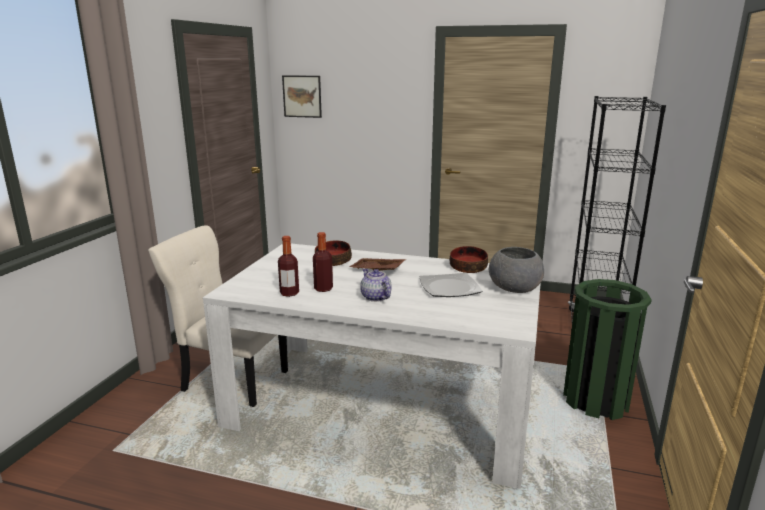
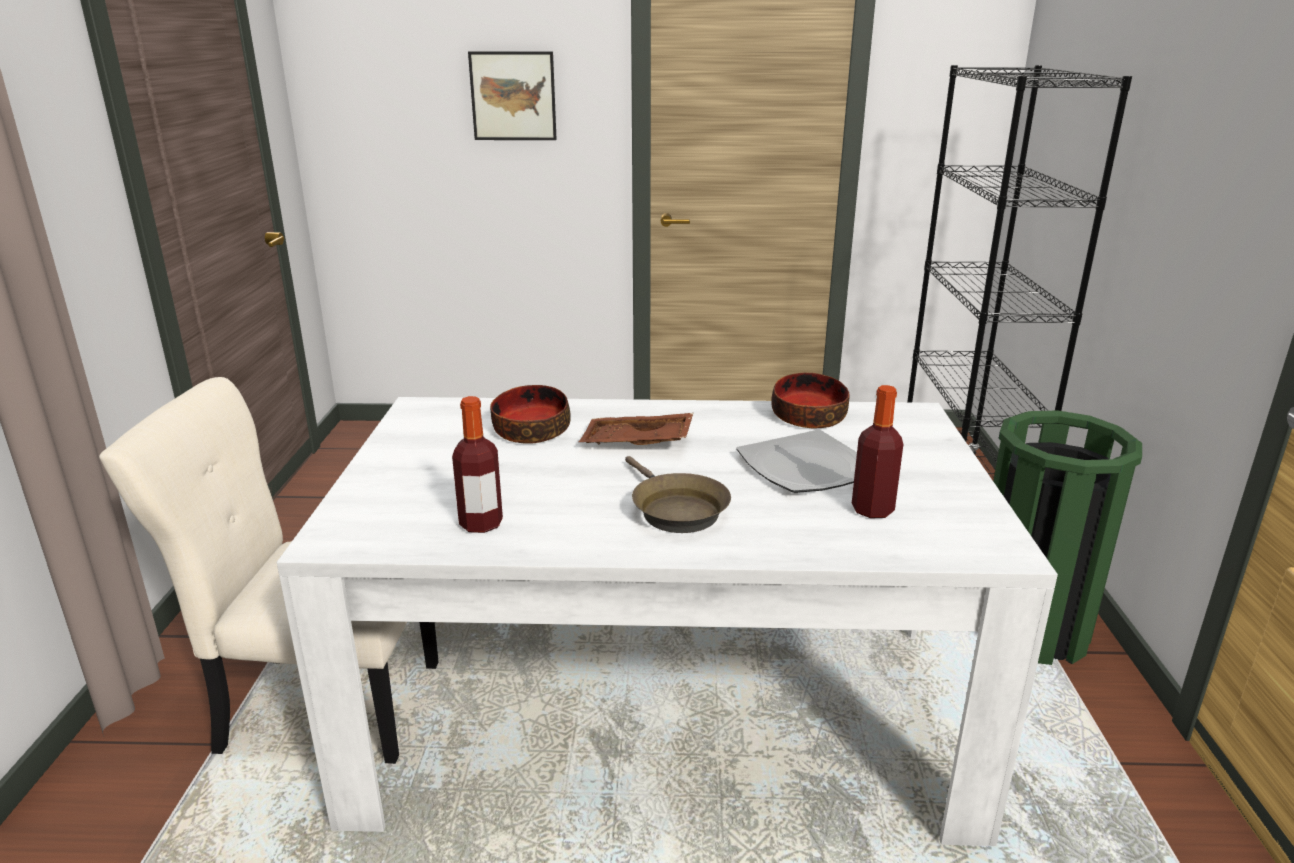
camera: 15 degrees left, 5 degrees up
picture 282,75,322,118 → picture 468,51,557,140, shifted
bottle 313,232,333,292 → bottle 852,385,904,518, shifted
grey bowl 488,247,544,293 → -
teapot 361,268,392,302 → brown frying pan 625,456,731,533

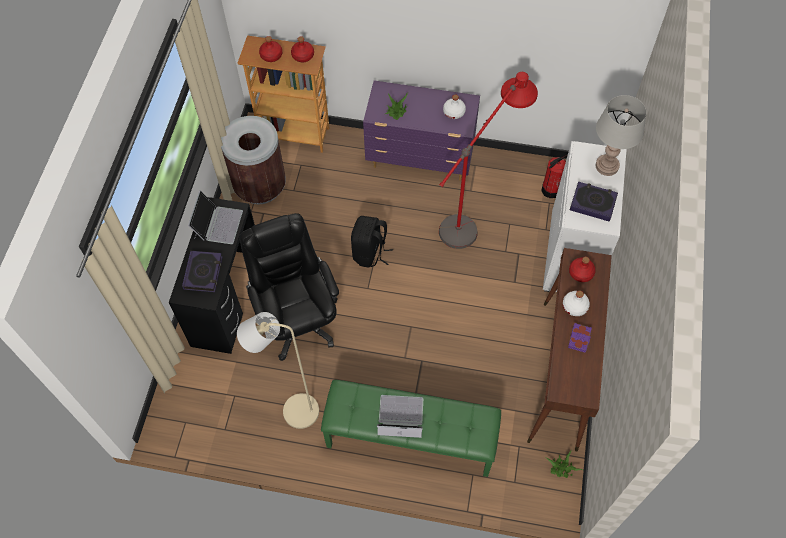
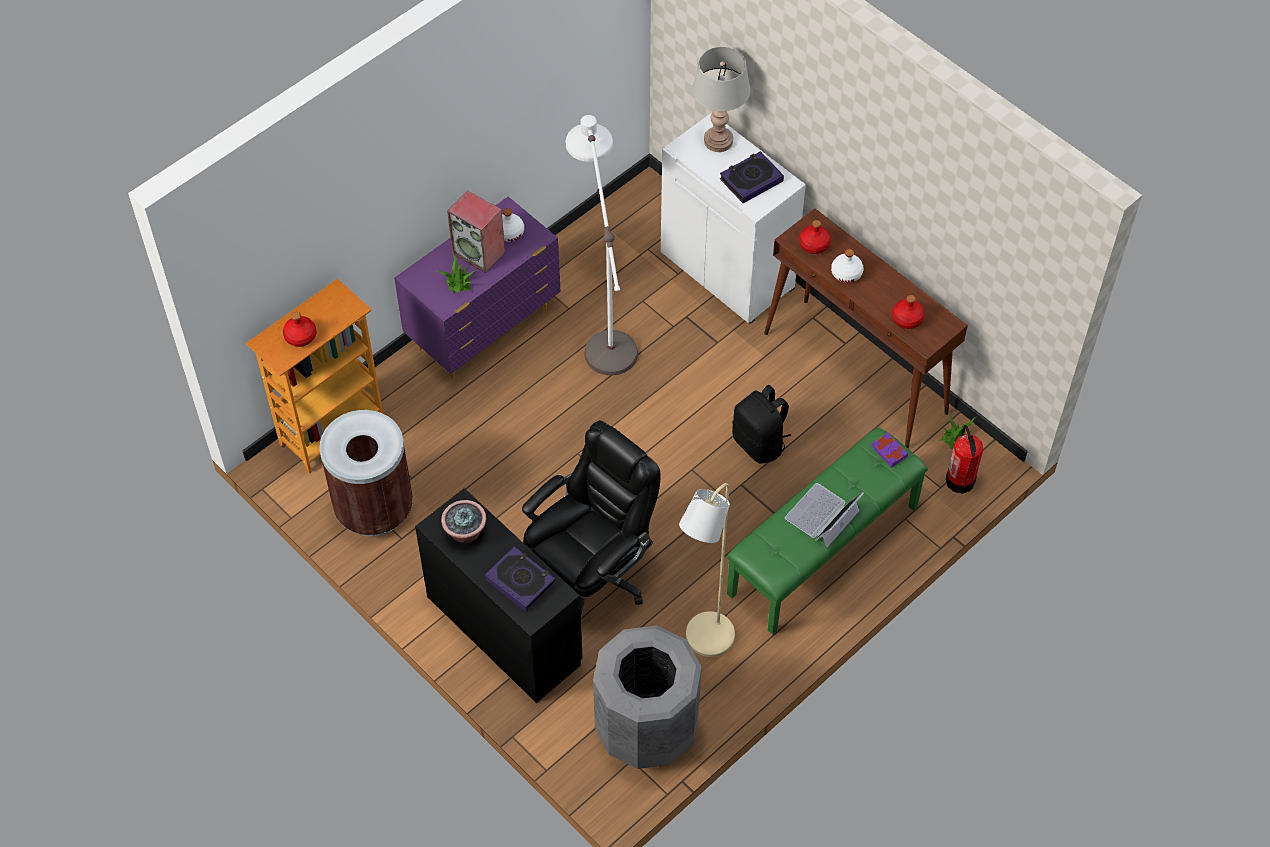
camera: 55 degrees left, 5 degrees down
red bottle 291,36,314,62 → red bottle 892,295,925,329, shifted
red floor lamp 439,72,538,249 → white floor lamp 566,115,638,375
fire extinguisher 541,155,568,198 → fire extinguisher 946,425,983,494, shifted
laptop 188,190,243,244 → potted plant 441,500,487,543
black office chair 240,213,339,361 → black office chair 522,420,660,617, 120 degrees clockwise
black backpack 351,216,393,268 → black backpack 732,385,791,464, shifted
purple book 568,323,592,352 → purple book 871,432,908,468, shifted
- → speaker 447,190,505,273
- → grey trash can 593,626,702,769

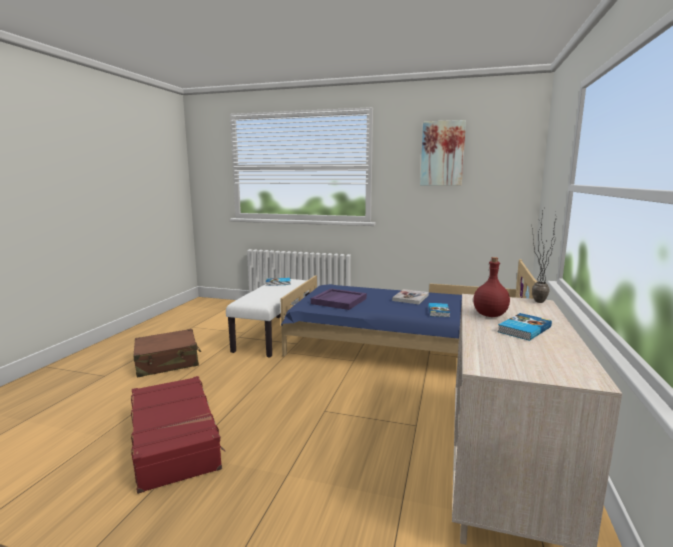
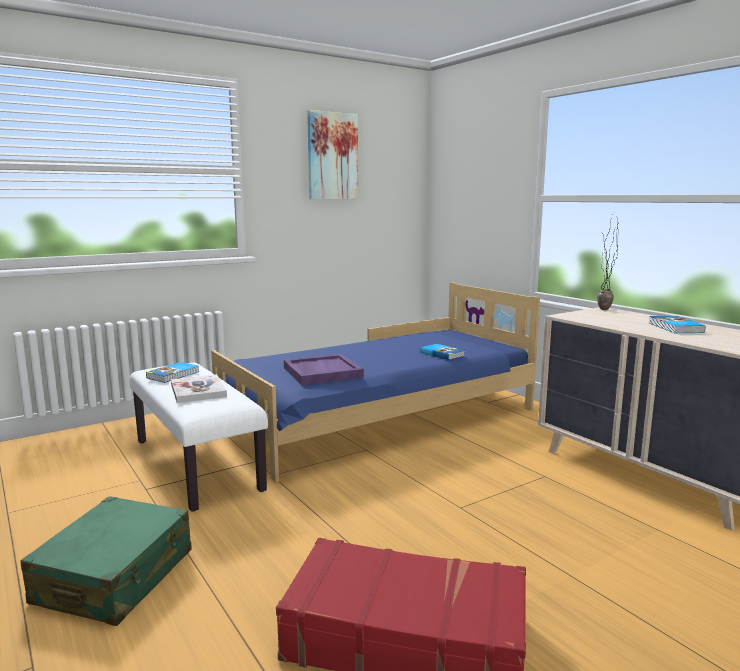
camera: 50 degrees left, 0 degrees up
red bottle 473,257,510,317 → -
book 392,289,429,304 → book 171,374,227,403, shifted
brown suitcase 133,329,201,378 → green suitcase 20,496,192,626

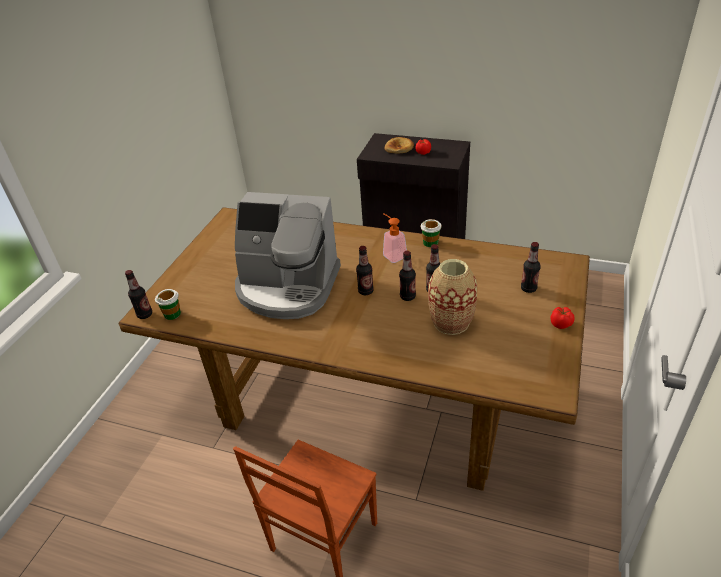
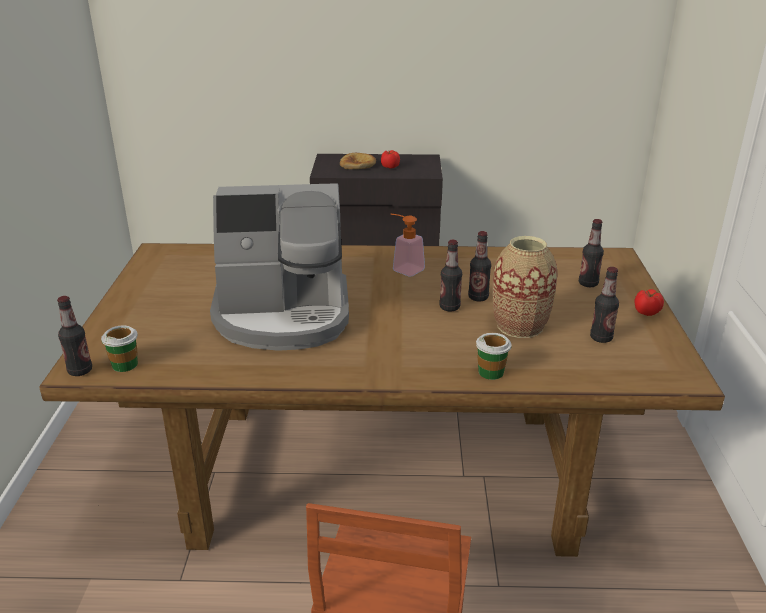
camera: 20 degrees left, 10 degrees down
cup 421,219,442,247 → cup 476,333,512,380, shifted
bottle 356,246,374,295 → bottle 590,267,619,343, shifted

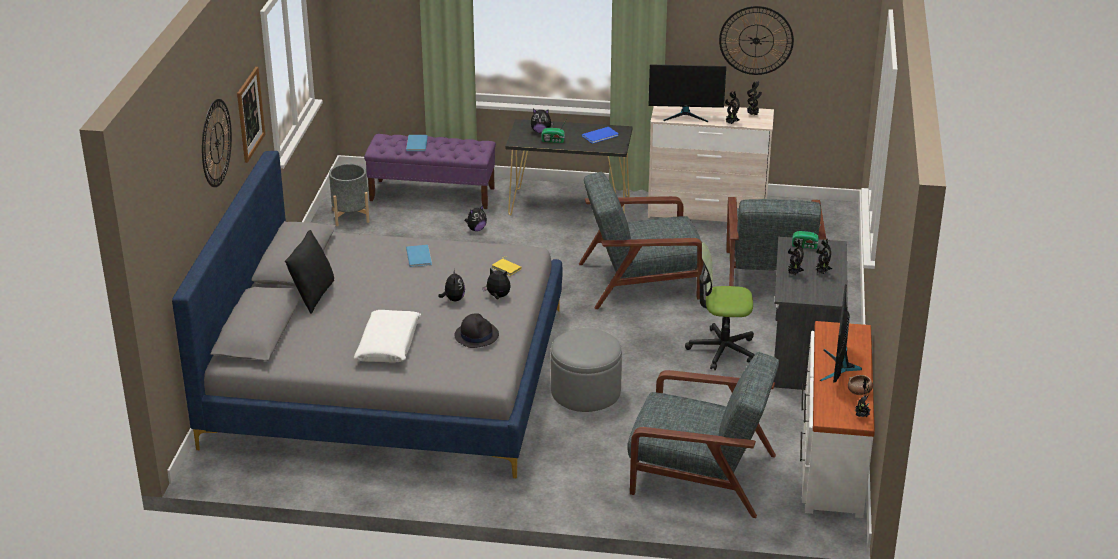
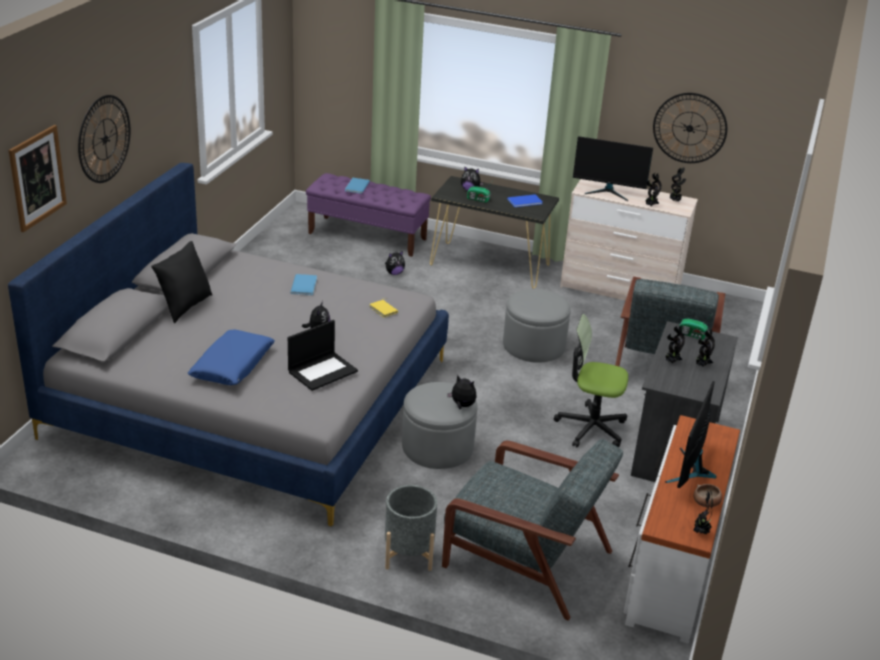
camera: 10 degrees right, 0 degrees up
picture 237,67,265,163 → picture 9,125,67,232, shifted
grey planter 329,164,370,226 → grey planter 385,485,437,571, shifted
grey armchair 579,171,704,309 → grey ottoman 503,289,571,363
plush toy 483,268,511,300 → plush toy 447,375,477,409, shifted
white pillow 353,310,421,362 → blue pillow 188,330,275,385
black hat 454,313,499,348 → laptop 288,320,358,391

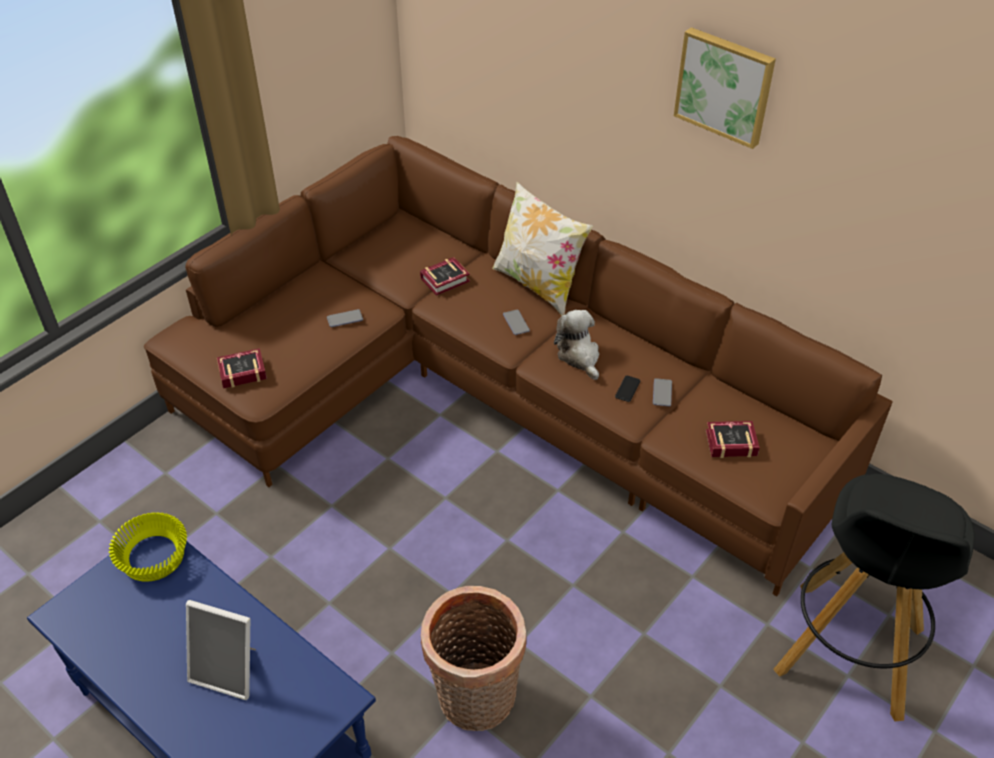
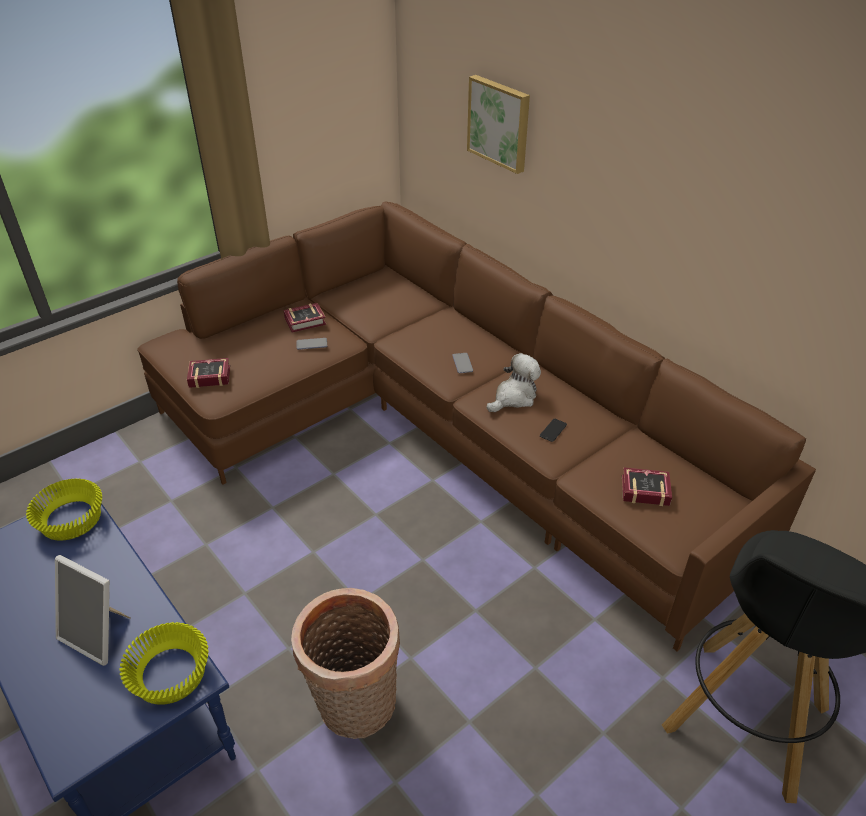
camera: 10 degrees right, 5 degrees down
picture 674,27,776,149 → picture 467,75,530,174, shifted
pillow 492,182,593,316 → -
book 420,257,470,296 → book 284,303,326,332, shifted
plush toy 554,310,599,380 → plush toy 486,353,541,412, 60 degrees clockwise
phone 653,378,672,407 → -
- → yellow bowl 120,622,209,705

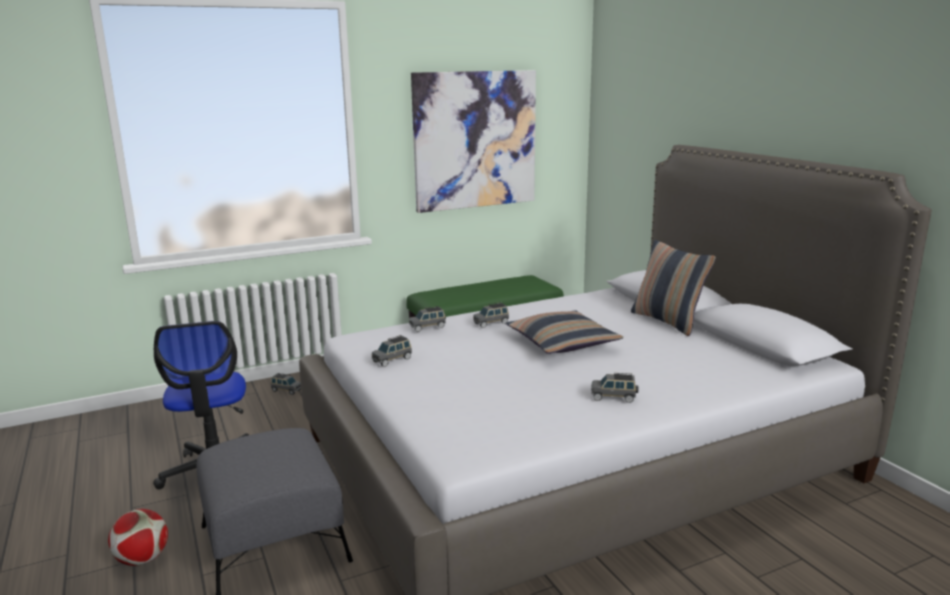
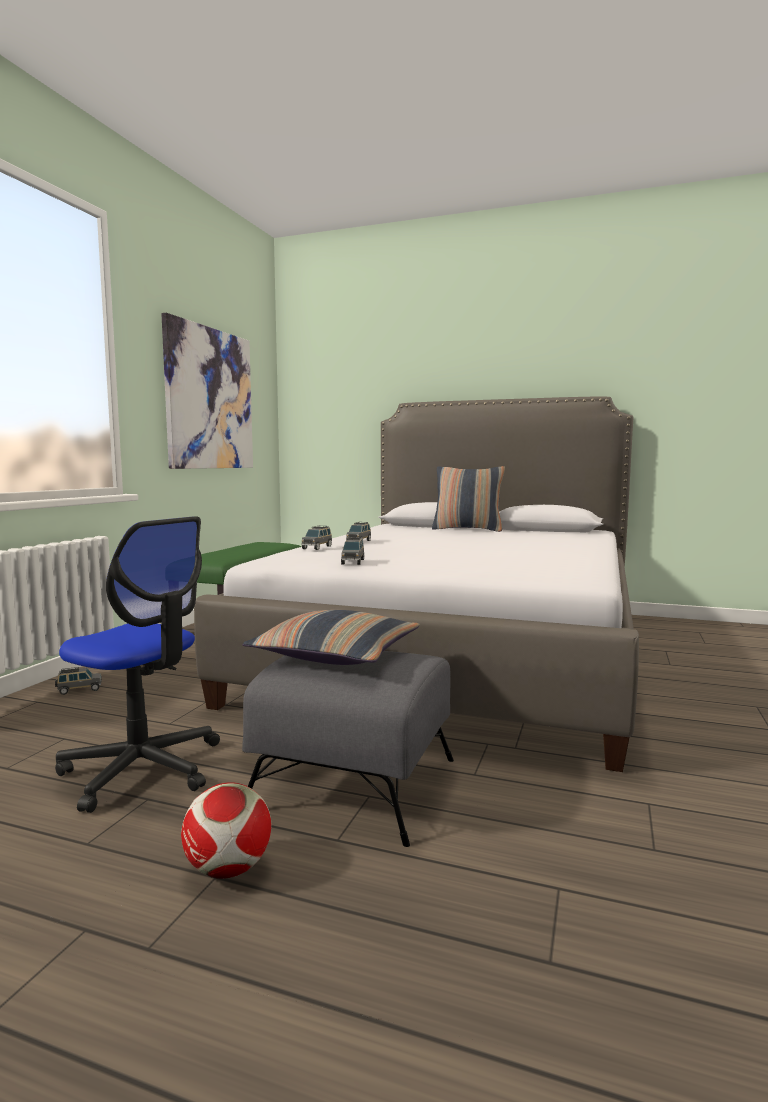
camera: 45 degrees left, 10 degrees down
pillow 505,310,624,354 → pillow 243,610,420,665, shifted
grey toy car 591,373,638,403 → -

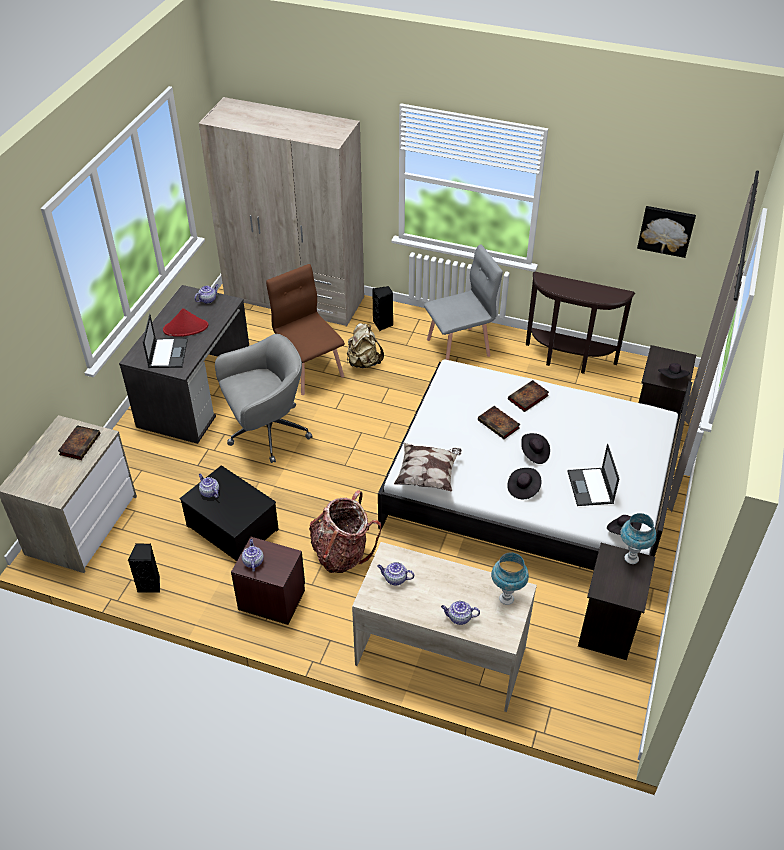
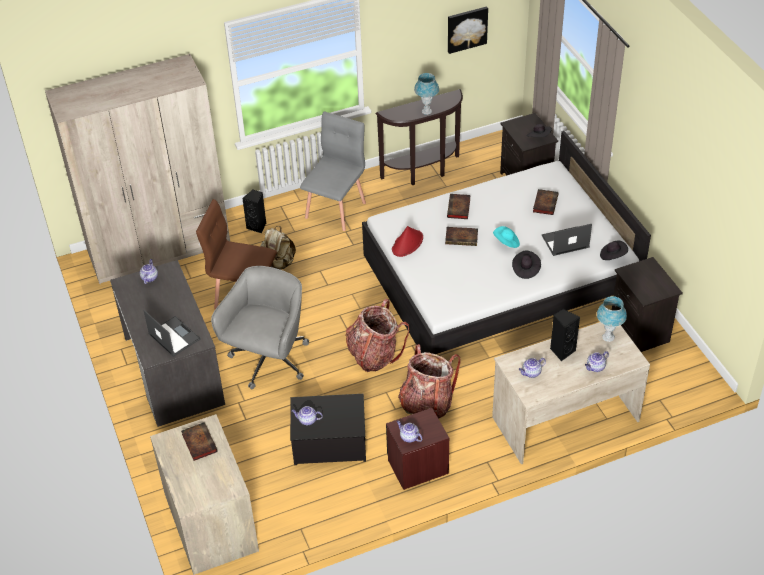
camera: 40 degrees left, 0 degrees up
red hat 163,308,208,337 → red hat 392,226,423,257, shifted
black hat 521,433,550,464 → turquoise hat 493,226,520,248
pillow 394,443,462,492 → -
laptop 568,444,619,506 → laptop 542,224,592,256, 120 degrees clockwise
blue table lamp 620,513,656,564 → blue table lamp 414,73,439,115, shifted
black speaker 128,543,160,593 → black speaker 550,309,580,361, shifted
- → book 533,189,559,215
- → backpack 345,299,409,372

